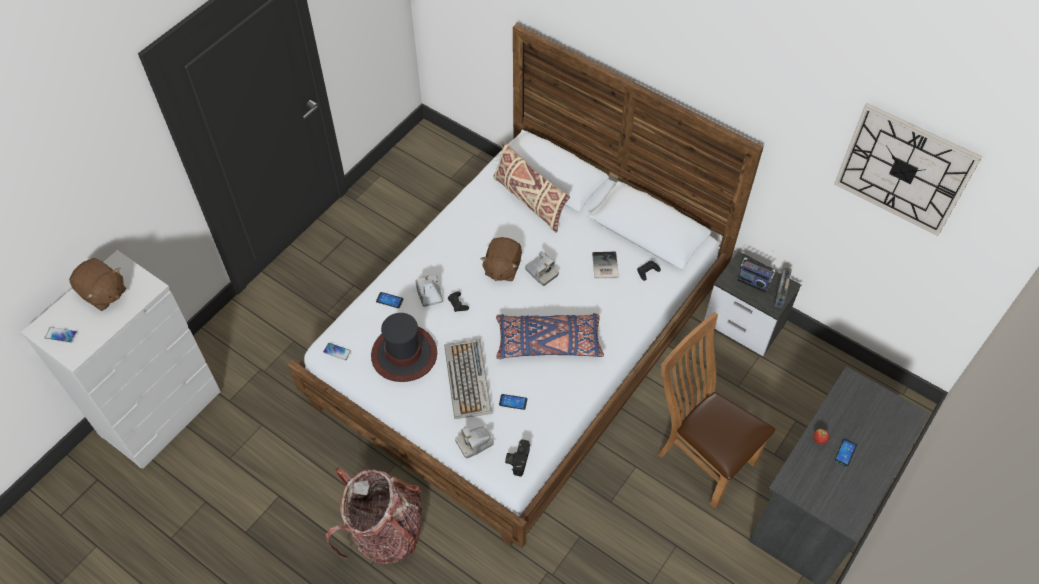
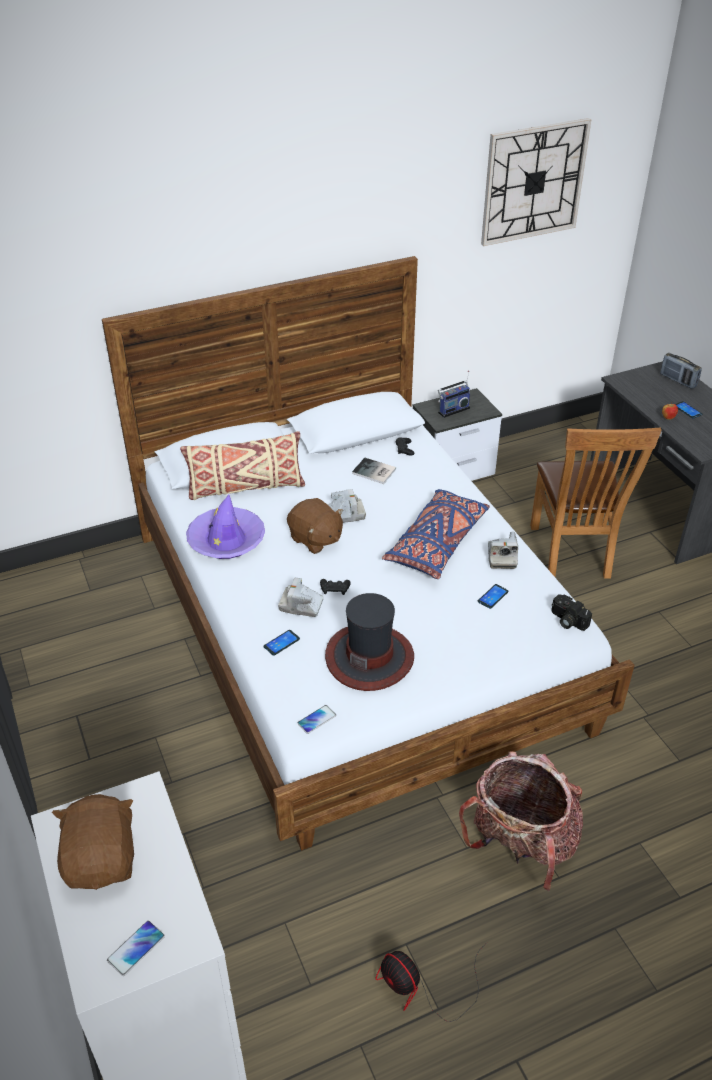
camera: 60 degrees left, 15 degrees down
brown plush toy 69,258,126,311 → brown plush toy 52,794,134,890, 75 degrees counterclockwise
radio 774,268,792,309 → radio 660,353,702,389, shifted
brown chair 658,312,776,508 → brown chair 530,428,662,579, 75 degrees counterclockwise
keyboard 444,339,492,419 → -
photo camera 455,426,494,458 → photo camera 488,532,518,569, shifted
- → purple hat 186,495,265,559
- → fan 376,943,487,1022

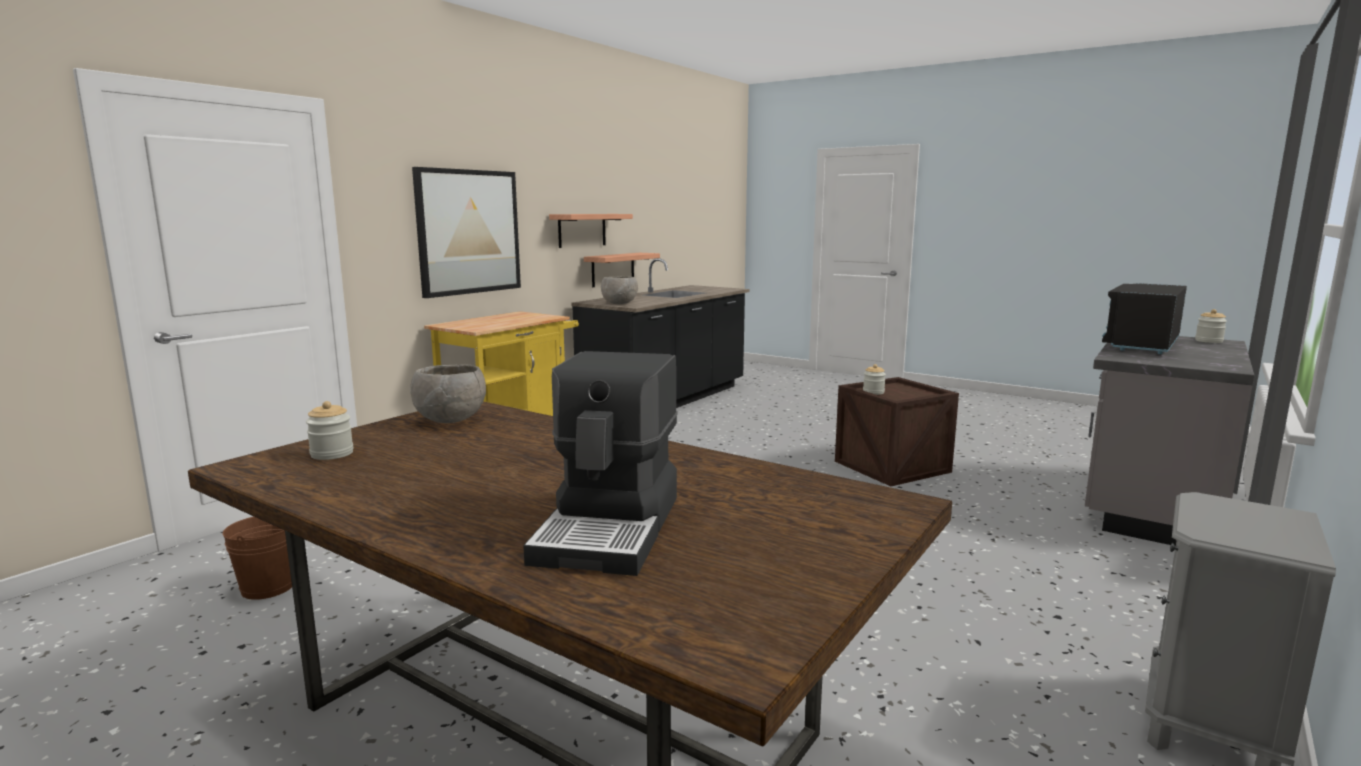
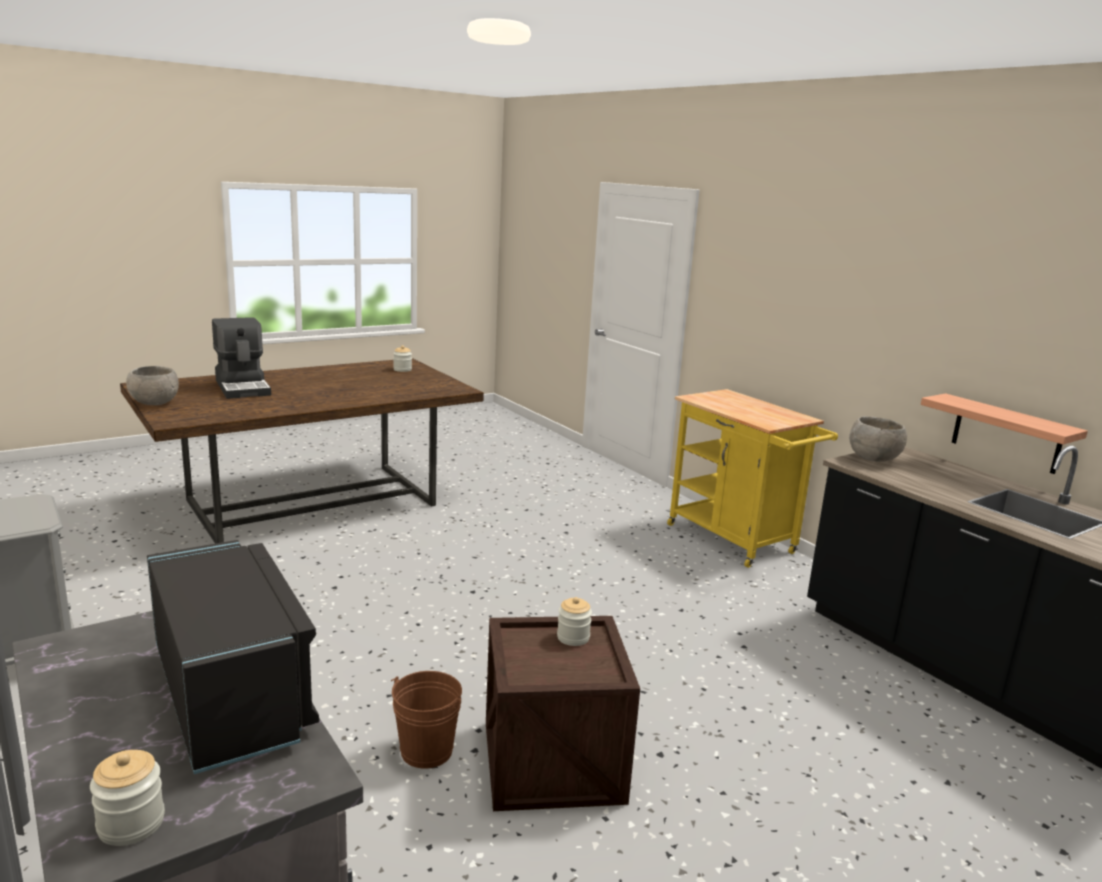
camera: 110 degrees right, 5 degrees up
picture 412,167,521,298 → -
shelf 549,214,633,248 → -
coffee machine 523,351,677,576 → coffee machine 212,317,271,399, 150 degrees counterclockwise
grey bowl 410,364,486,423 → grey bowl 126,366,179,405, shifted
brown bucket 223,517,292,600 → brown bucket 391,671,462,769, shifted

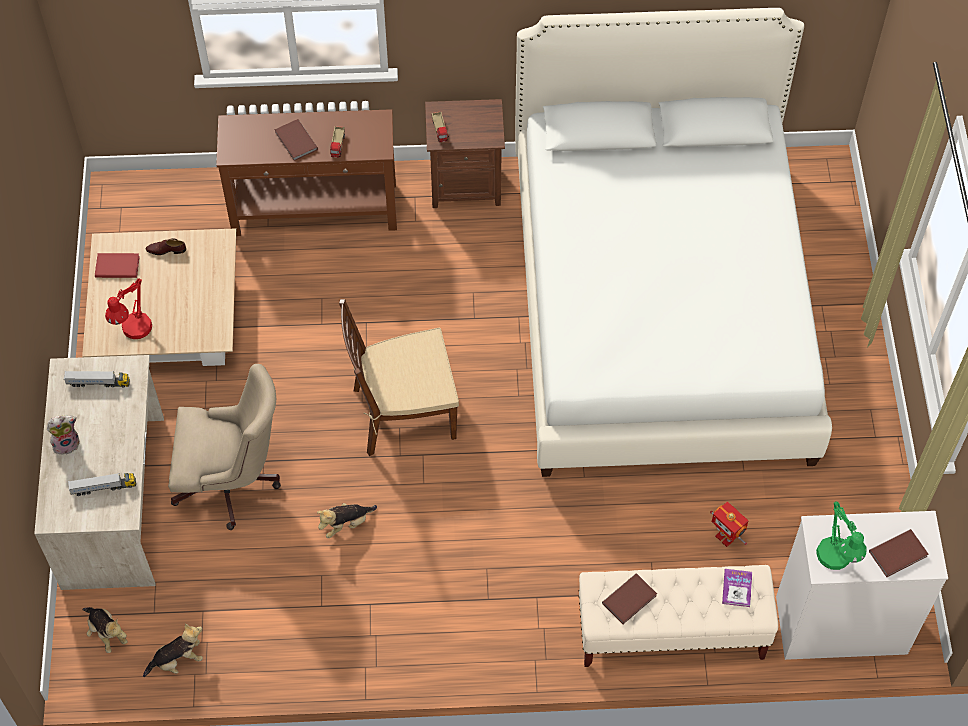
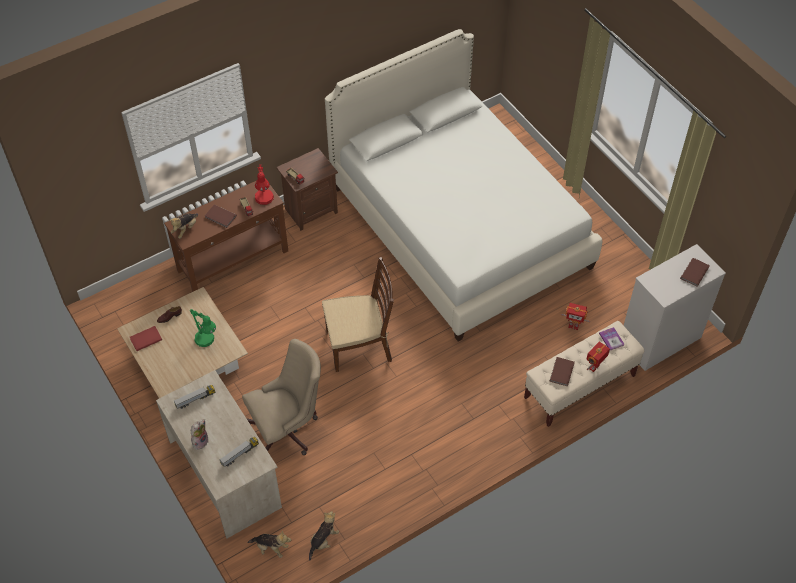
camera: 30 degrees left, 5 degrees down
red table lamp 105,278,152,339 → red table lamp 255,164,274,205, shifted
brown chair 339,299,459,456 → brown chair 322,257,394,372, 150 degrees counterclockwise
green table lamp 816,501,866,570 → green table lamp 190,309,216,347, shifted
plush toy 317,503,377,538 → plush toy 169,213,198,239, shifted
- → toy robot 586,342,610,372

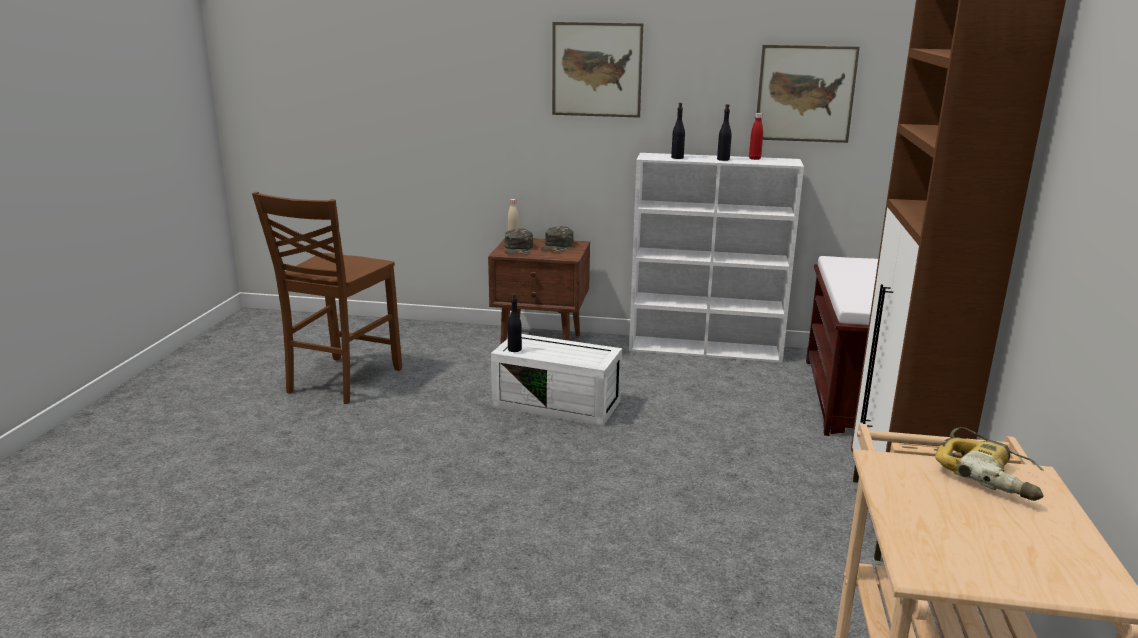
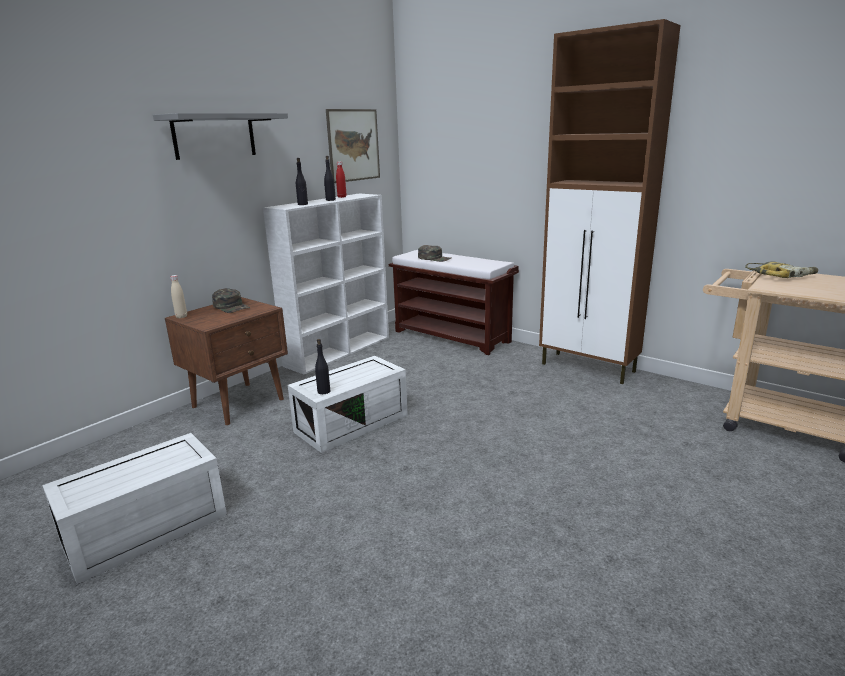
camera: 60 degrees left, 0 degrees up
picture 552,22,643,118 → grey shelf 153,113,288,160
brown chair 252,192,402,404 → white storage box 42,433,227,584
green cap 504,228,533,254 → green cap 418,245,451,262, shifted

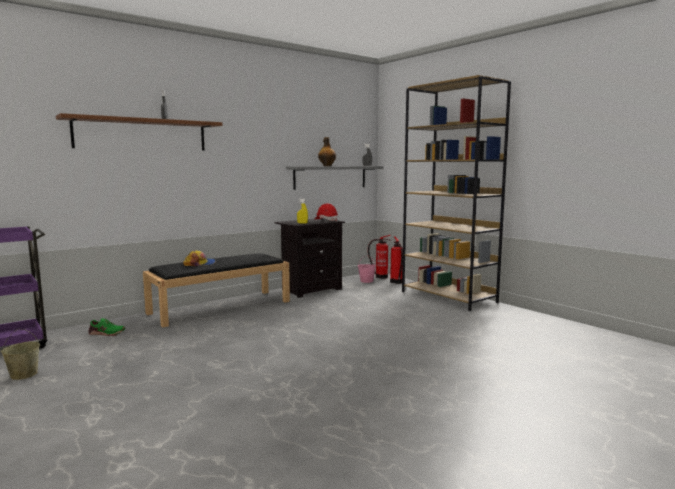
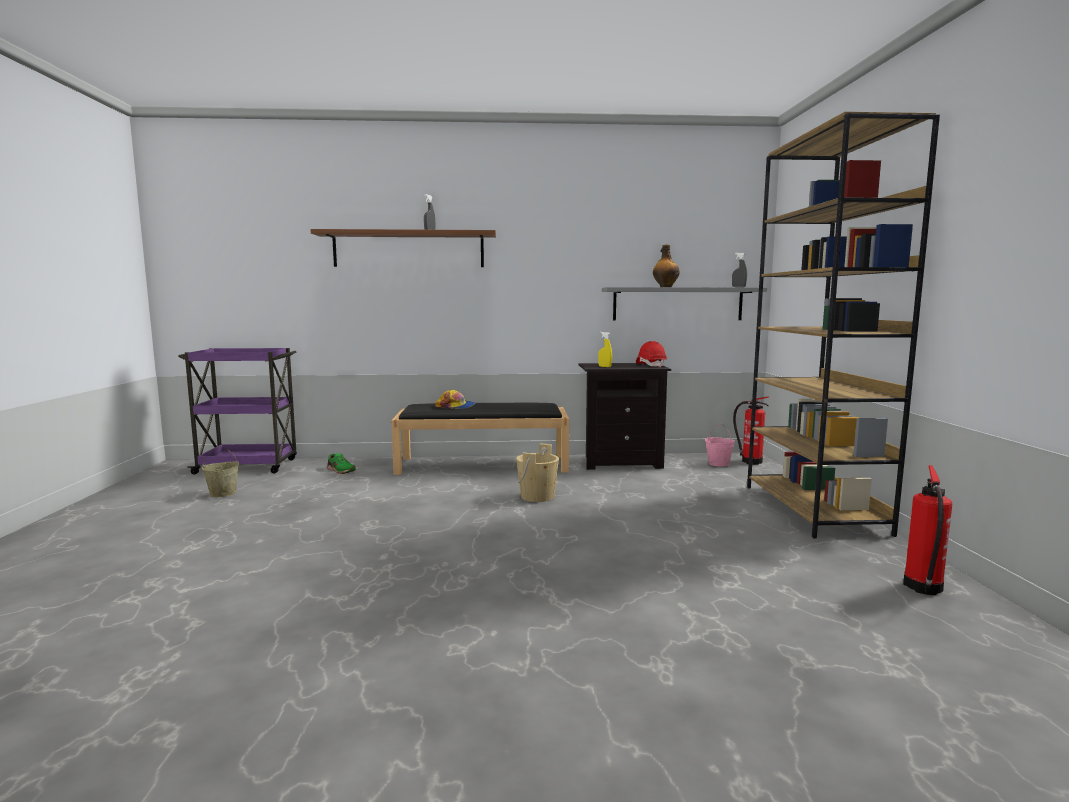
camera: 35 degrees right, 0 degrees up
fire extinguisher 390,236,403,284 → fire extinguisher 903,465,952,595, shifted
- → beige bucket 516,444,559,502

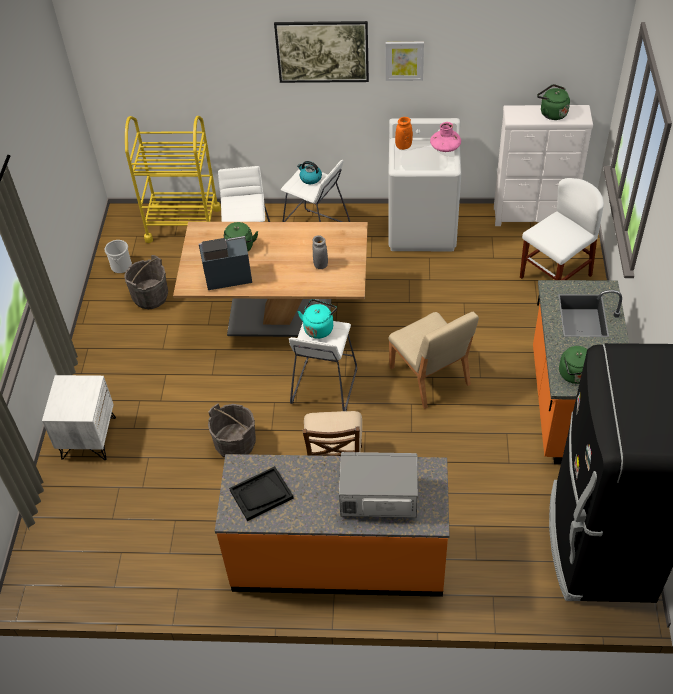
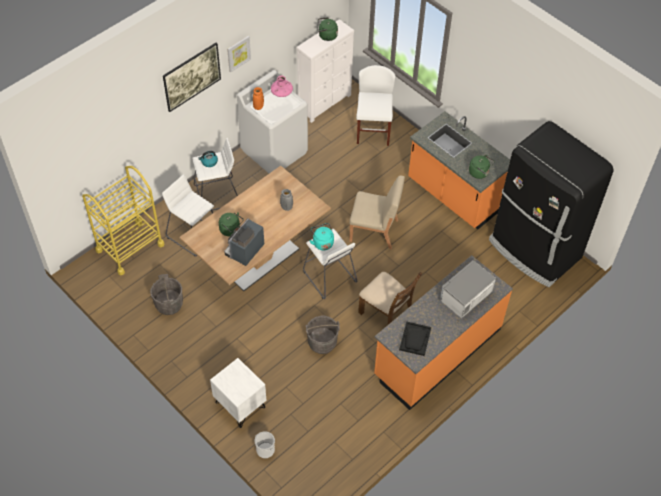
camera: 50 degrees left, 5 degrees up
bucket 105,240,132,273 → bucket 254,431,275,458, shifted

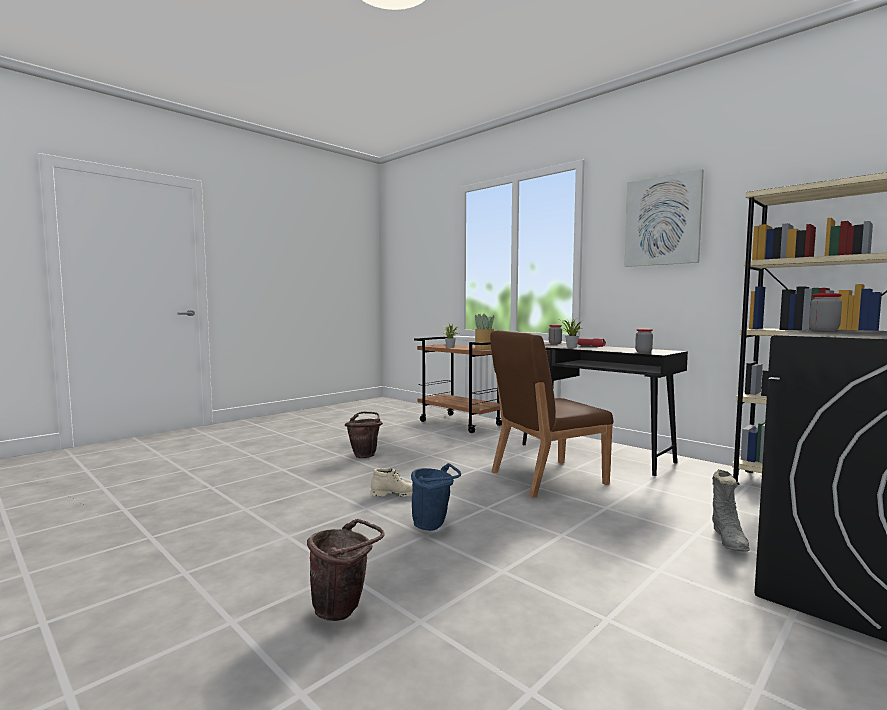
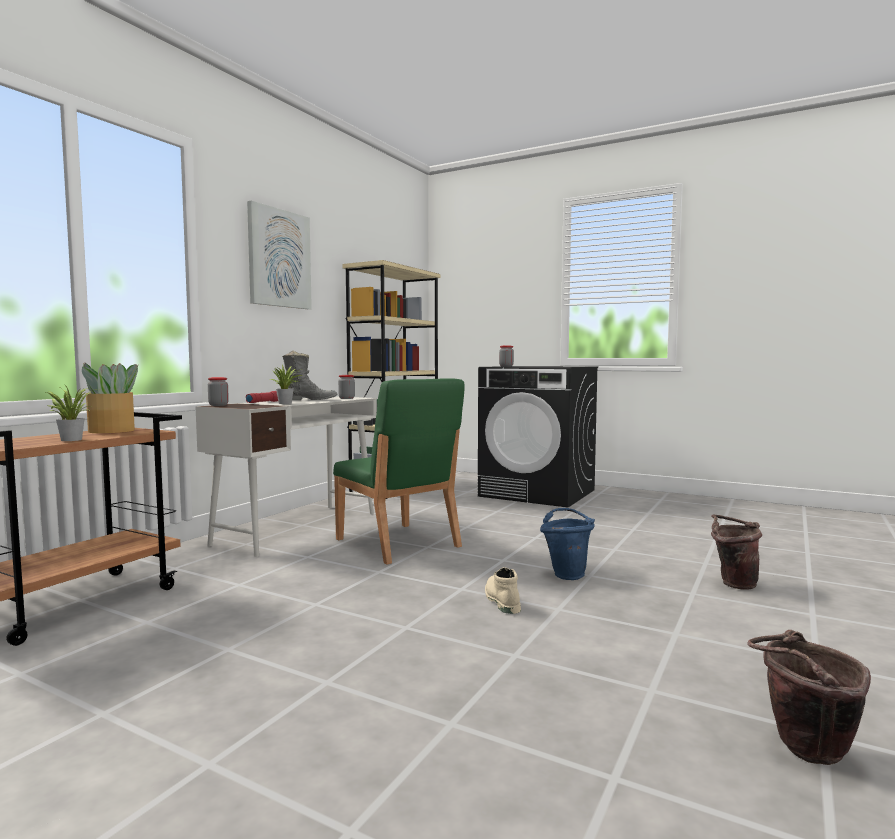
camera: 105 degrees left, 0 degrees up
brown chair 490,330,613,498 → green chair 333,378,465,565
black desk 522,343,688,476 → white desk 196,396,377,557
brown bucket 345,412,383,458 → brown bucket 747,630,871,765, shifted
grey boot 712,469,750,552 → grey boot 283,350,337,400, shifted

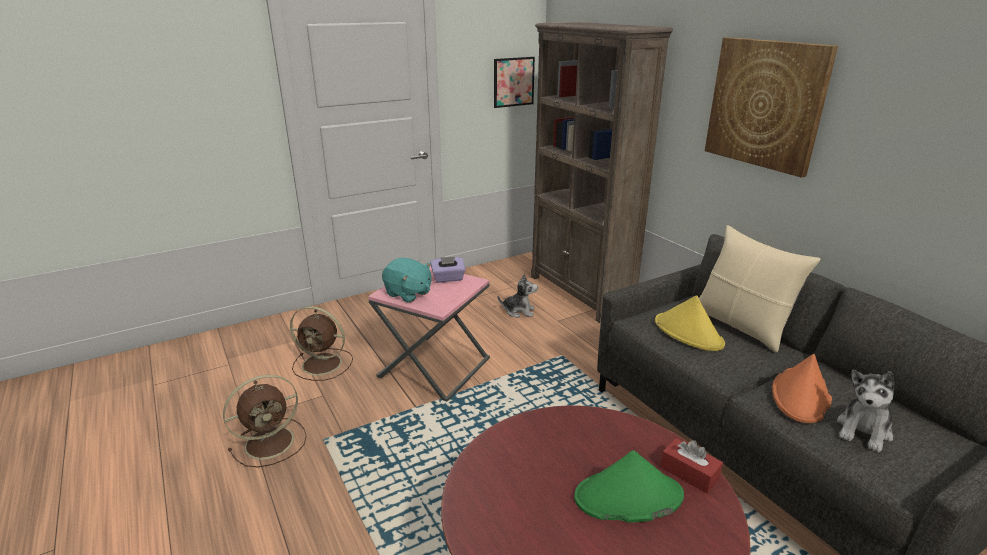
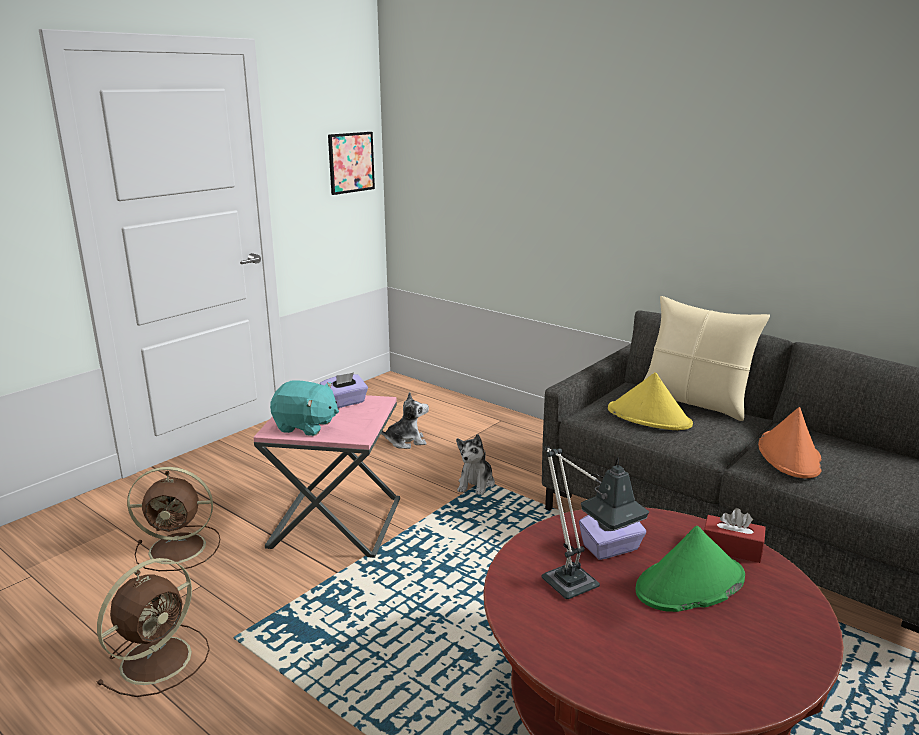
camera: 20 degrees left, 5 degrees down
brown bookcase 531,22,673,323 → -
picture 705,37,838,178 → -
plush toy 837,370,894,452 → plush toy 456,434,495,495, shifted
- → table lamp 542,446,649,599
- → purple tissue box 579,515,646,560

